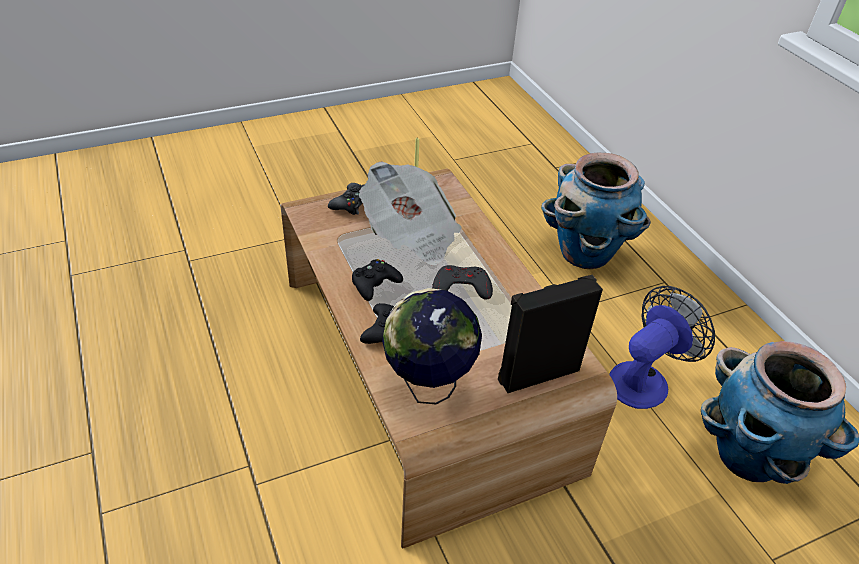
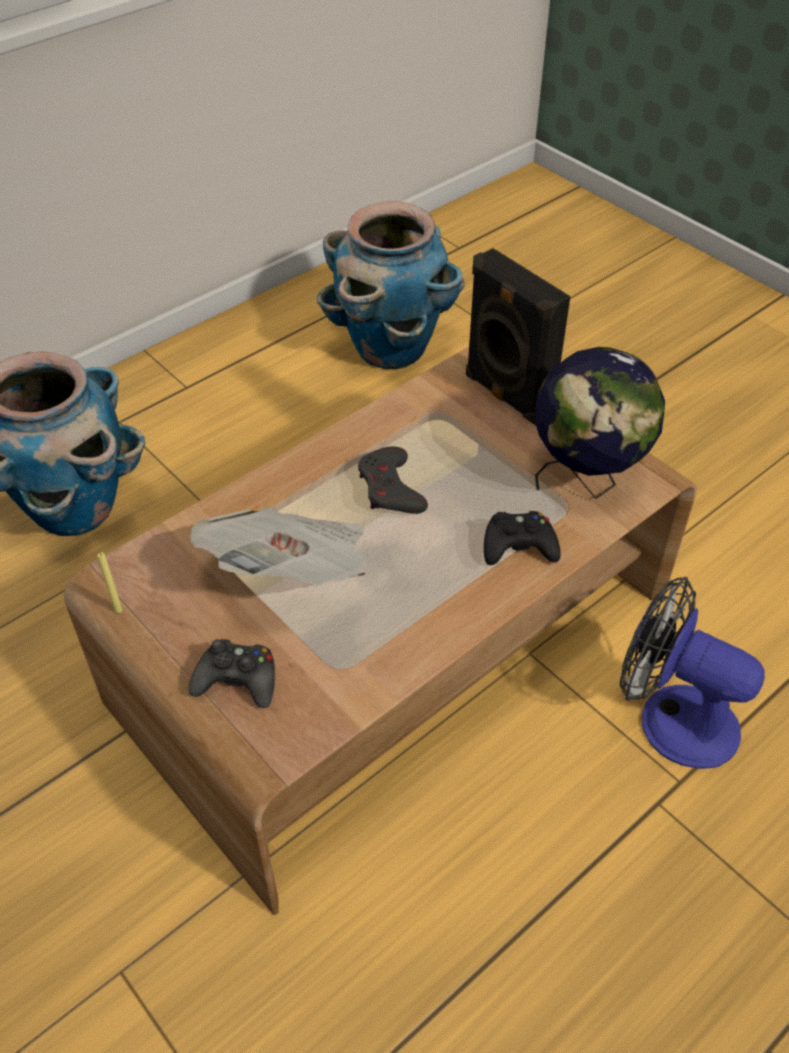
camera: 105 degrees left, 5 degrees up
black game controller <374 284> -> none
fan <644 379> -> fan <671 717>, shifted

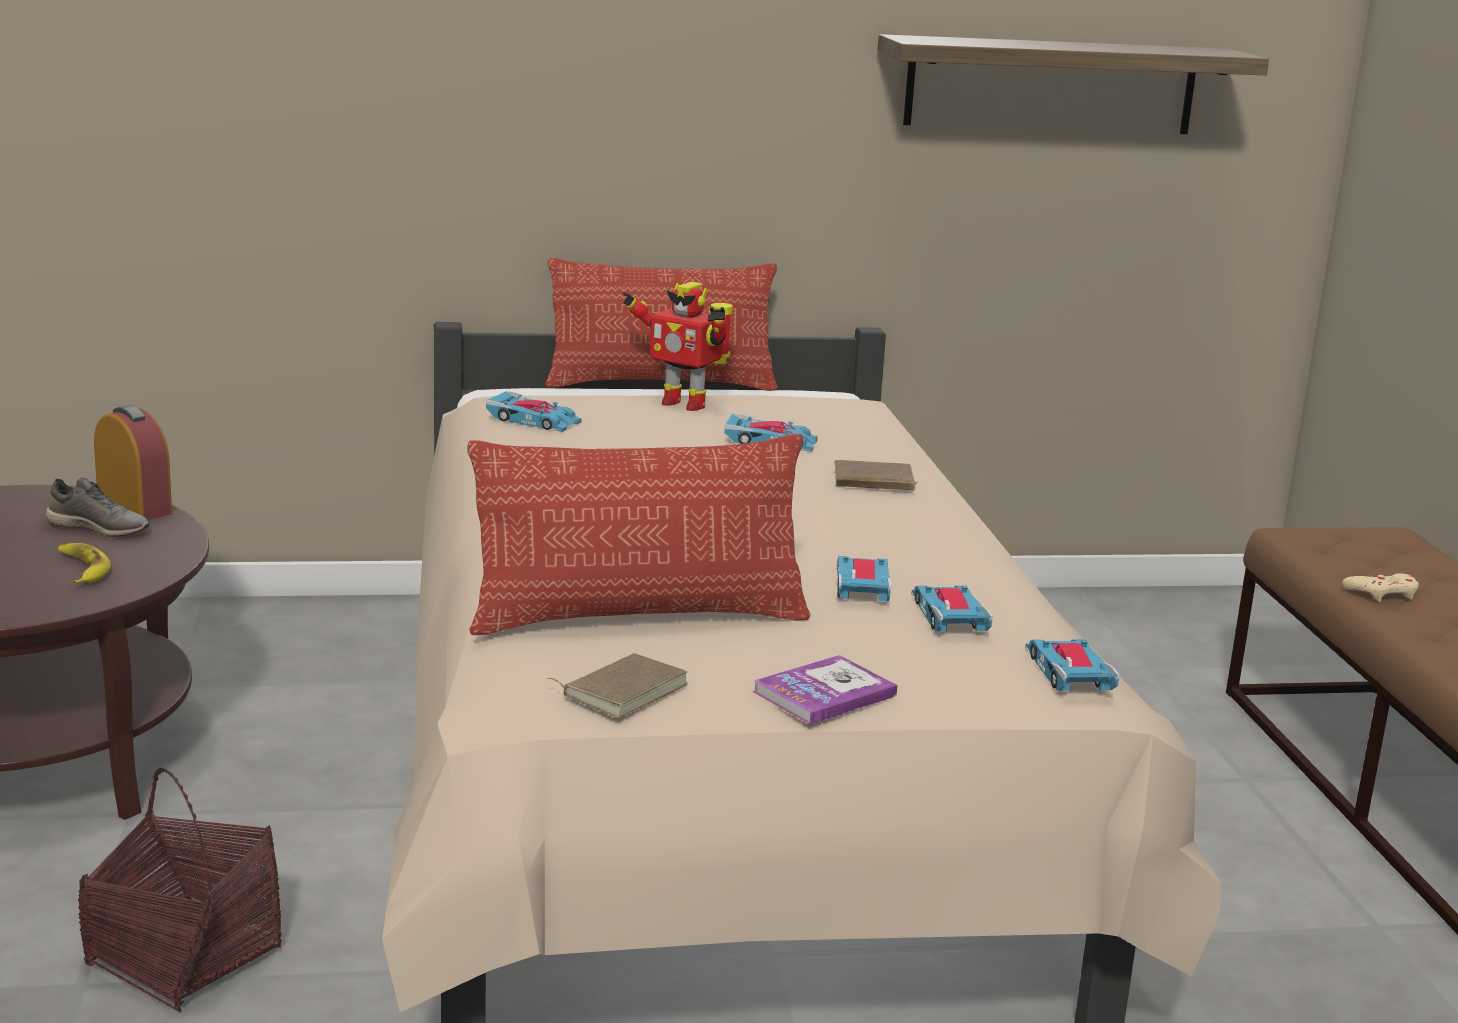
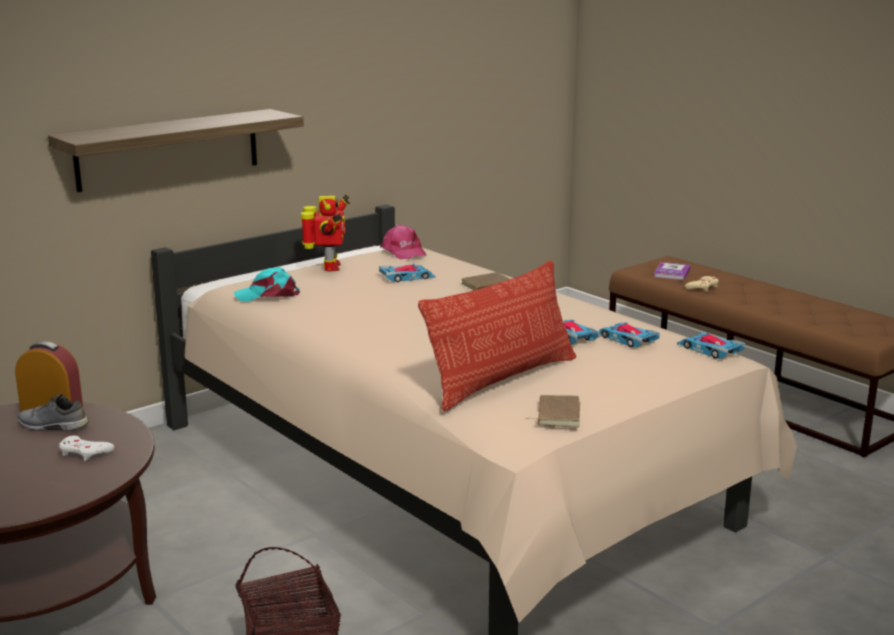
camera: 30 degrees left, 0 degrees up
pillow <660 384> -> none
none -> pink cap <403 252>
book <824 693> -> book <672 272>, shifted
shelf <1051 85> -> shelf <168 149>, shifted
banana <82 569> -> white game controller <84 452>
toy car <534 420> -> turquoise cap <268 295>
grey shoe <100 528> -> grey shoe <52 426>, 150 degrees counterclockwise
toy robot <683 403> -> toy robot <329 267>, 90 degrees counterclockwise

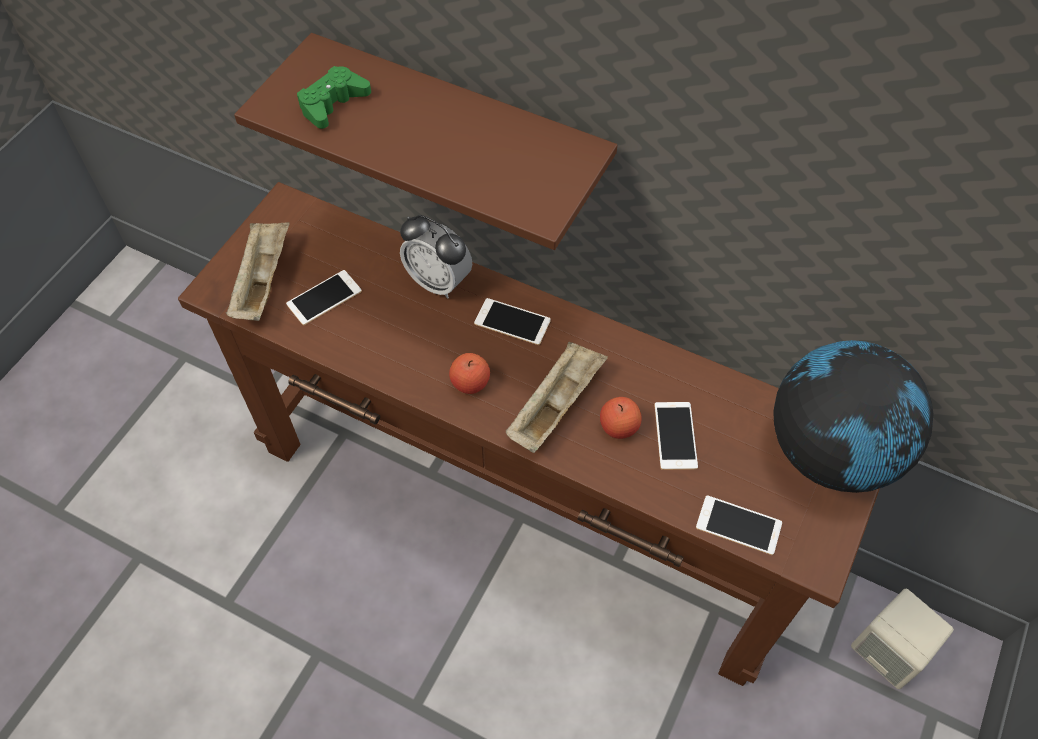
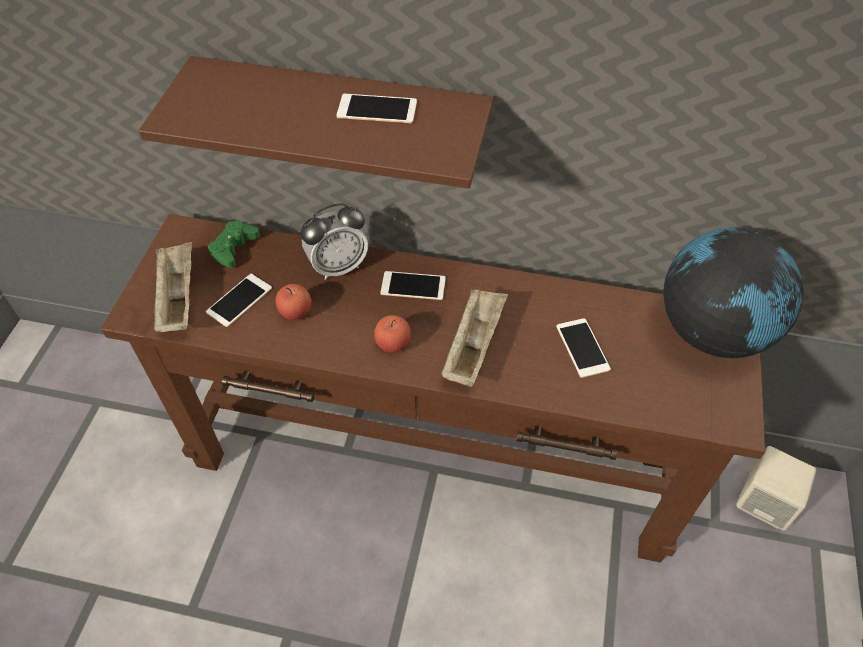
camera: 15 degrees left, 5 degrees down
green game controller <333 104> -> green game controller <233 248>, shifted
apple <619 426> -> apple <295 311>, shifted
phone <738 525> -> phone <377 109>, shifted
alarm clock <438 281> -> alarm clock <338 266>, 45 degrees counterclockwise

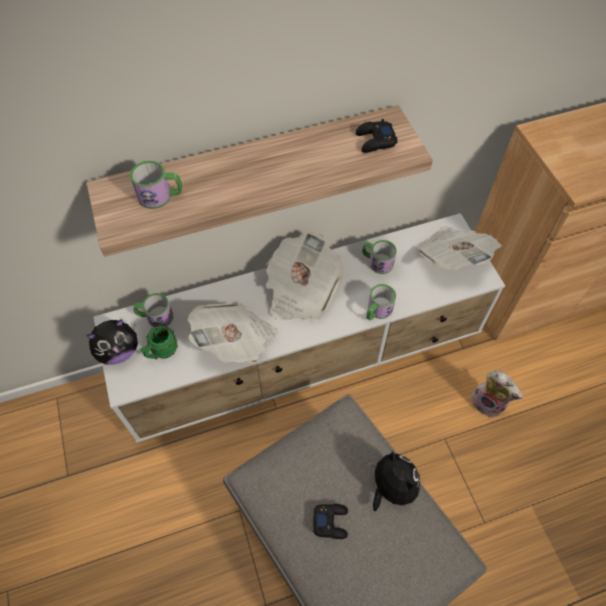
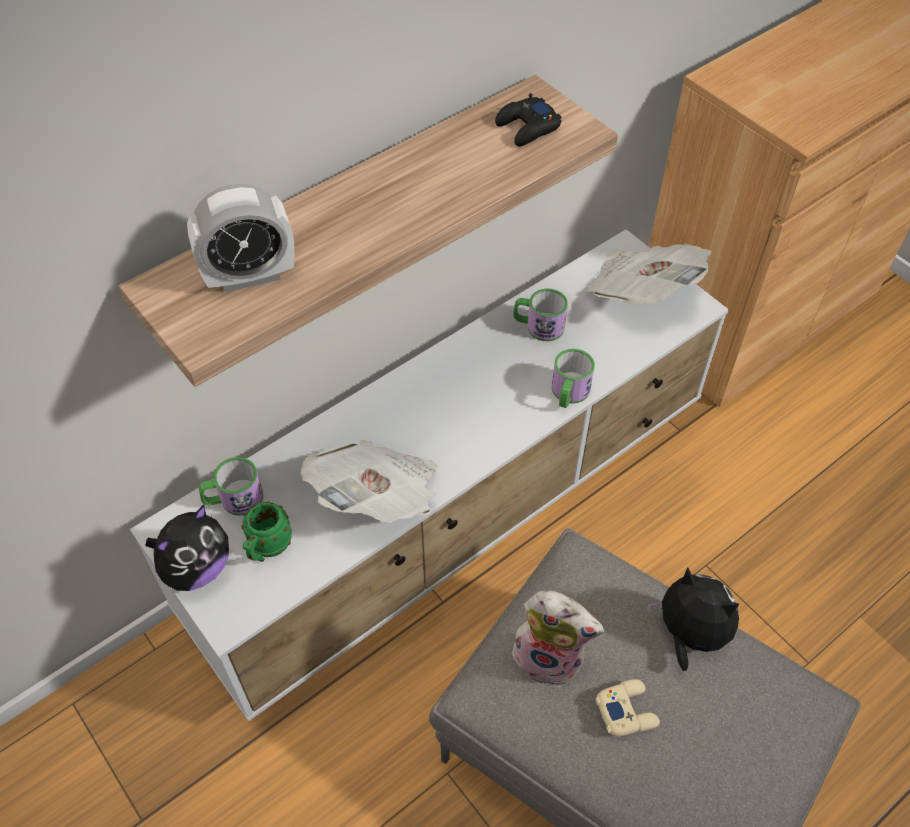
camera: 20 degrees left, 5 degrees down
newspaper <300 291> -> none
plush toy <489 403> -> plush toy <550 657>, shifted
mug <161 196> -> alarm clock <250 276>
black game controller <331 522> -> beige game controller <627 710>

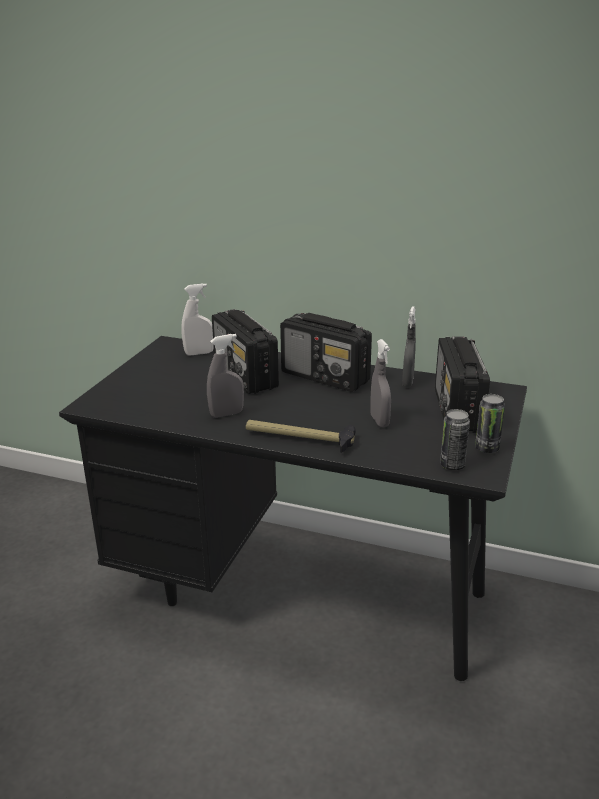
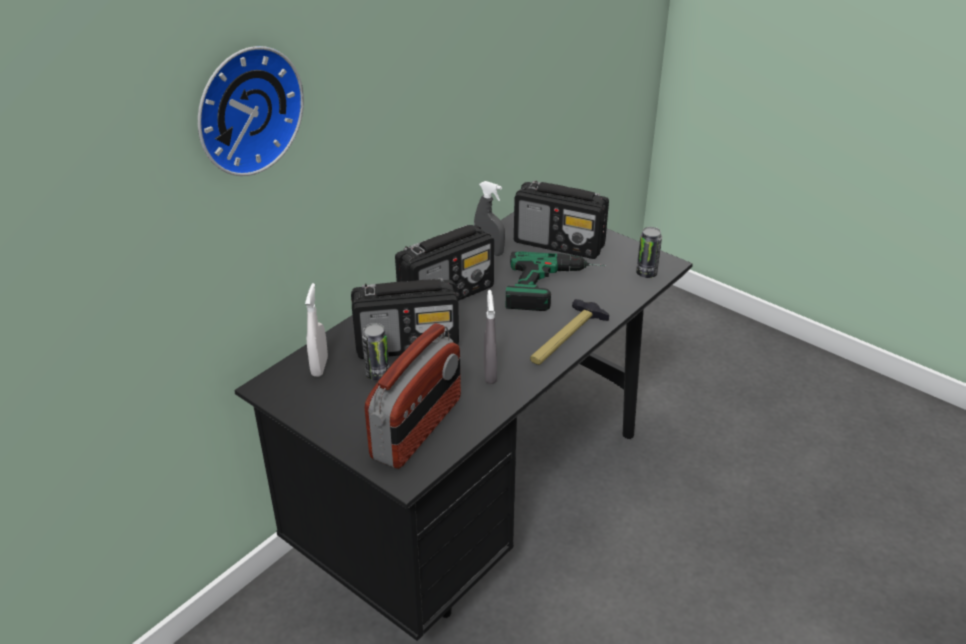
camera: 70 degrees left, 10 degrees up
none -> wall clock <245 109>
none -> radio <417 428>
can <487 448> -> can <377 374>, shifted
grey spray bottle <379 421> -> power drill <555 287>

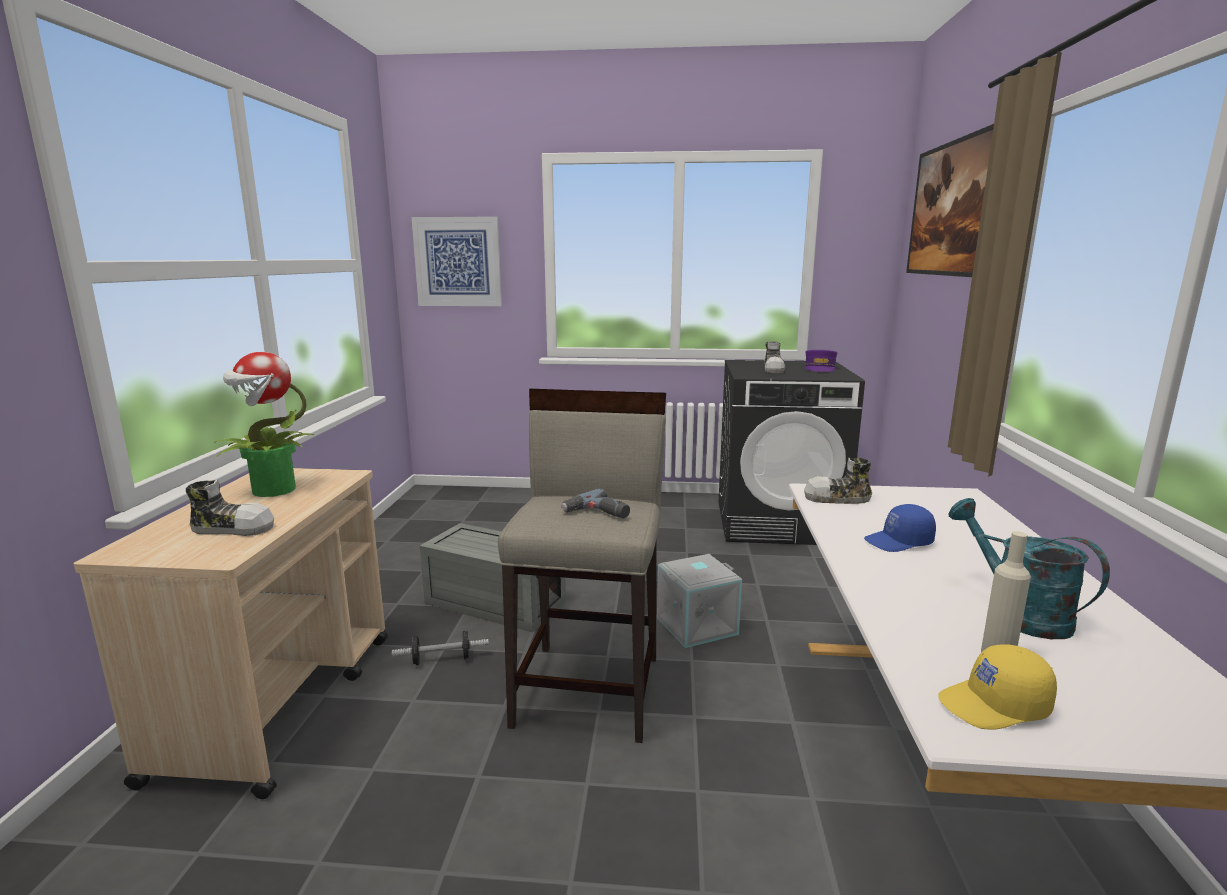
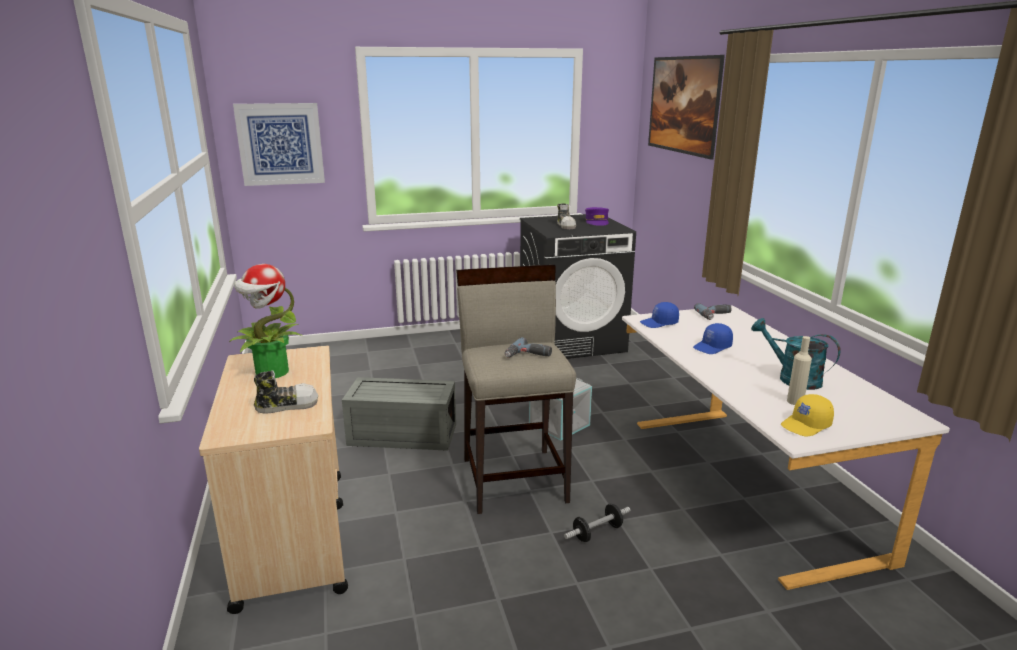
camera: 20 degrees left, 5 degrees up
none -> power drill <715 315>
dumbbell <442 659> -> dumbbell <597 532>, shifted
shoe <837 498> -> blue cap <659 323>

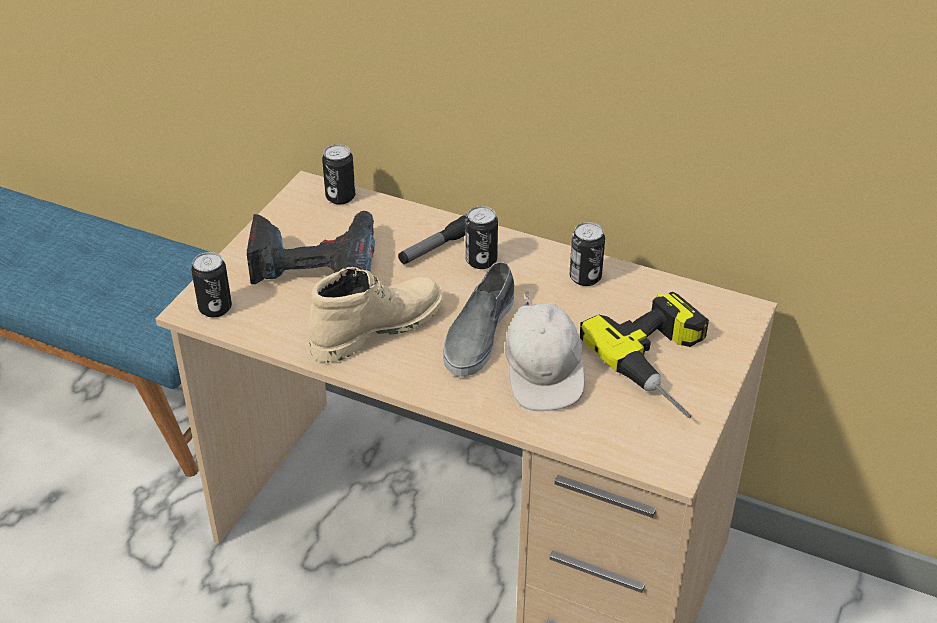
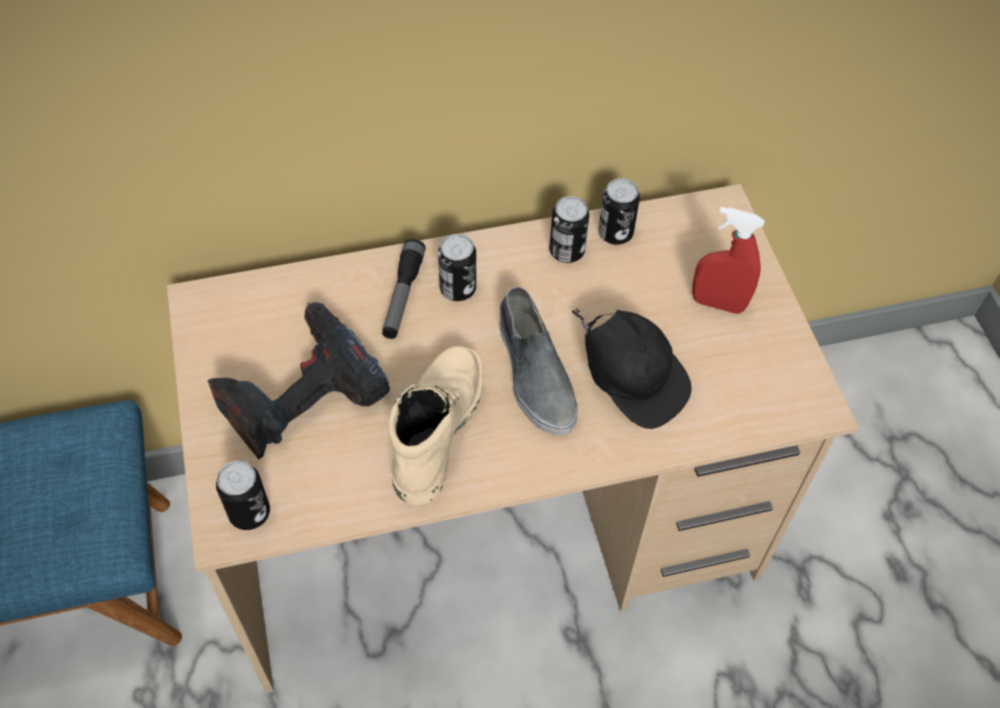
camera: 40 degrees left, 15 degrees up
can <340 197> -> can <615 233>, shifted
power drill <667 364> -> red spray bottle <718 303>
white cap <543 374> -> black cap <631 381>

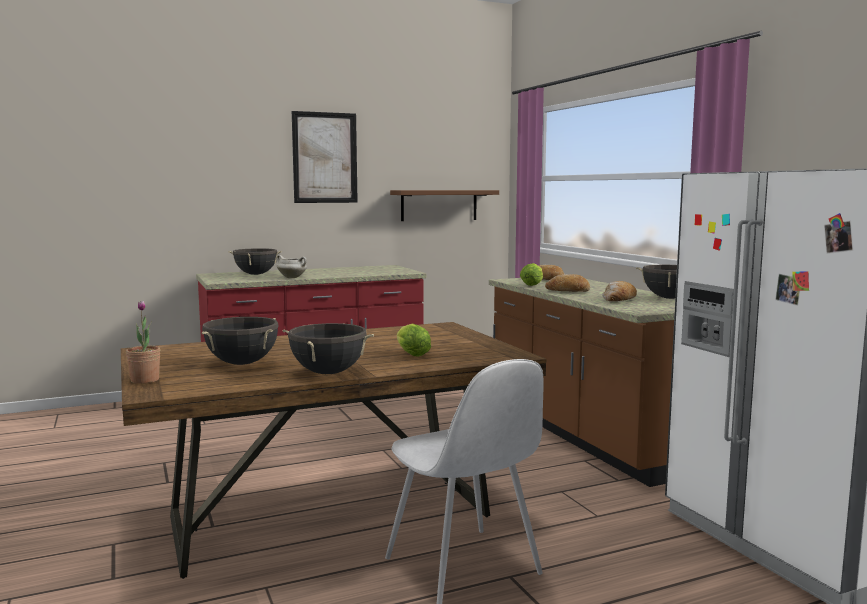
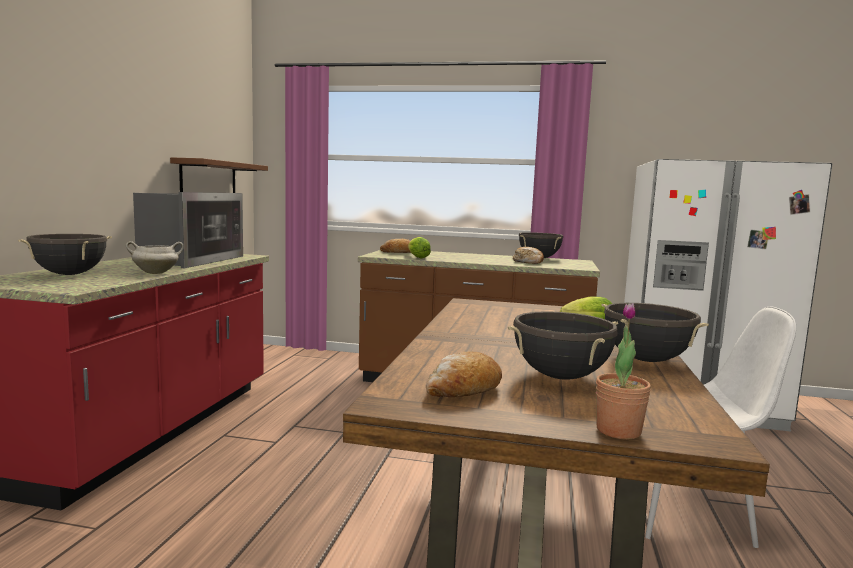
camera: 55 degrees left, 0 degrees up
picture <325 158> -> none
none -> microwave <190 260>
bread <568 291> -> bread <463 390>, shifted

